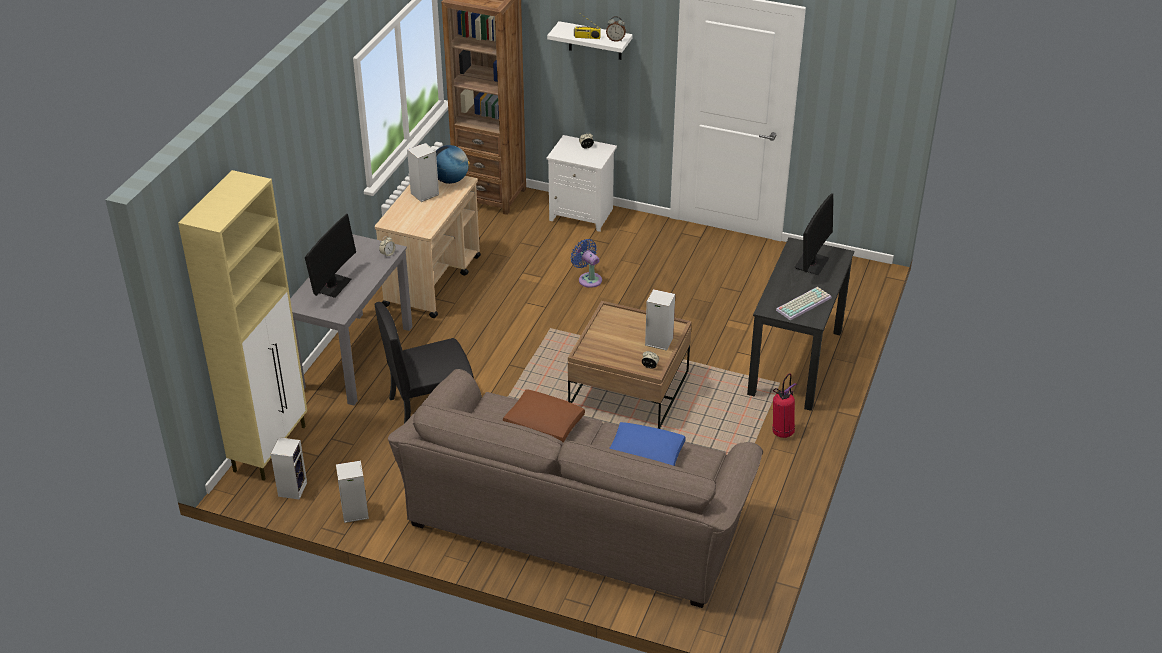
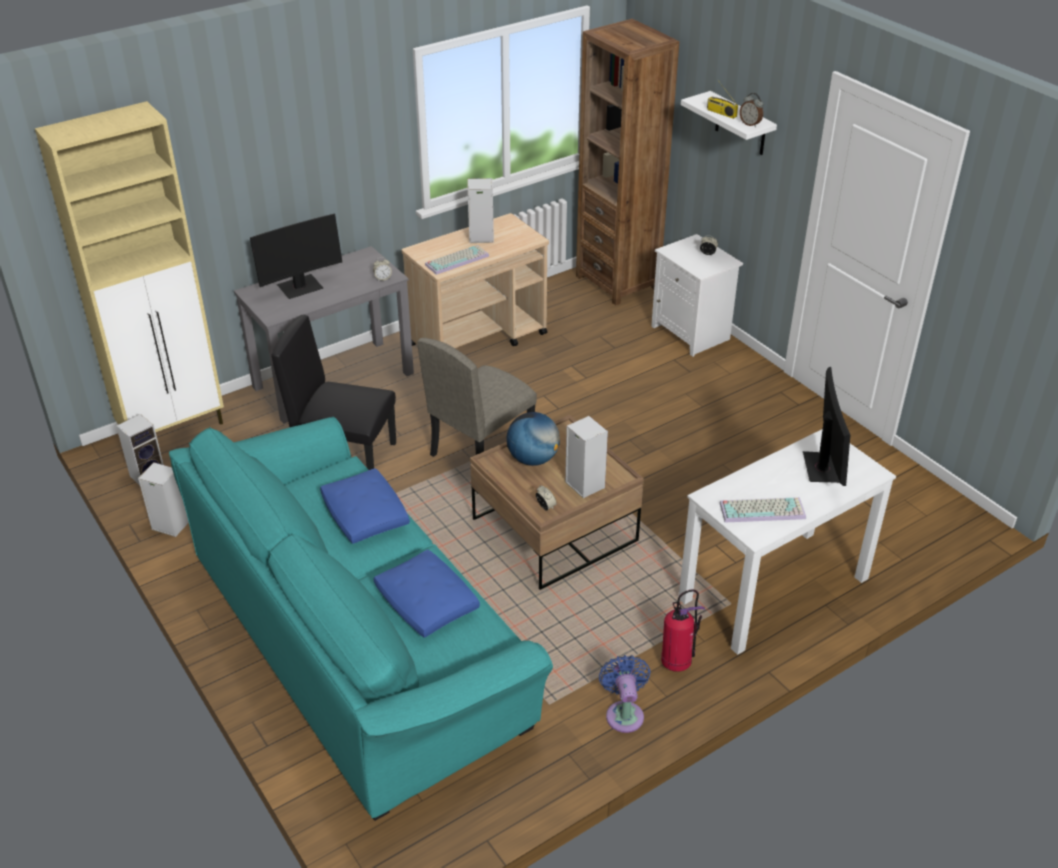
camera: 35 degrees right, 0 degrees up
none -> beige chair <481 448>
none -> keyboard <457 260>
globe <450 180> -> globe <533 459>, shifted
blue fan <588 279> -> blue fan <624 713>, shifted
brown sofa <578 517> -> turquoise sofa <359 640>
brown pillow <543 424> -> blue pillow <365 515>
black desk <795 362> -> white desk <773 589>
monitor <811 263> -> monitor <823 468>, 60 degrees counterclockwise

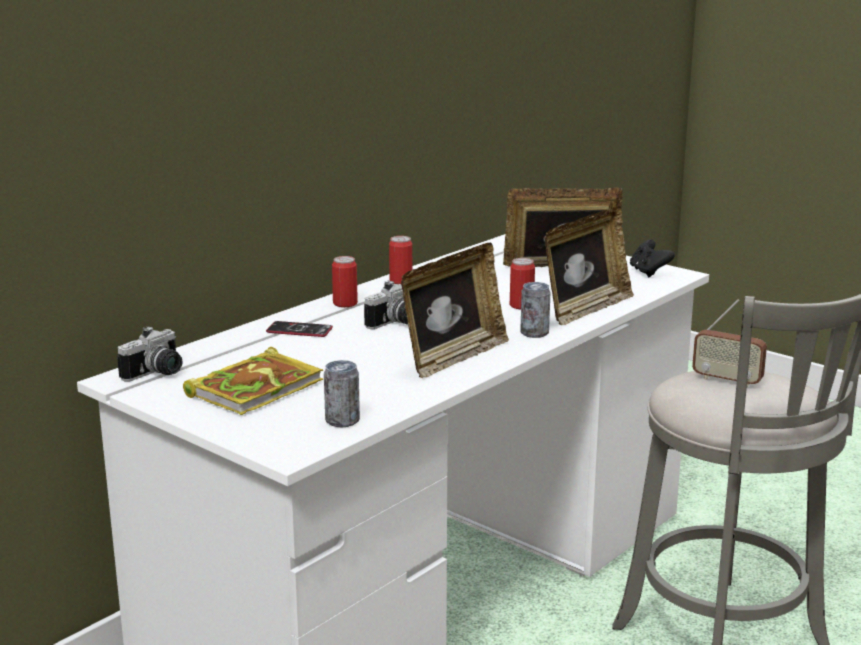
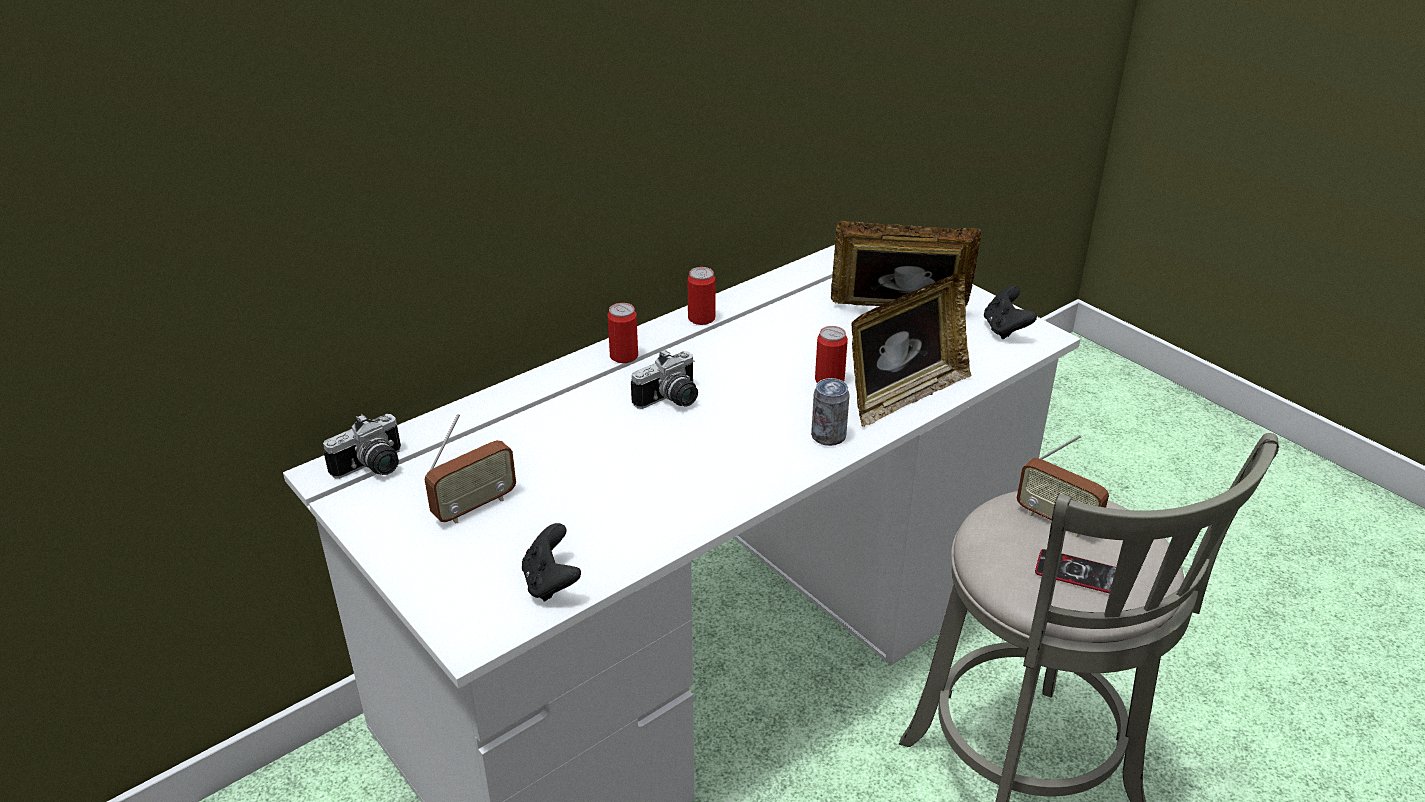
camera: 10 degrees right, 15 degrees up
picture frame <453 358> -> none
phone <299 330> -> phone <1078 573>, shifted
book <257 387> -> radio <474 506>
can <342 421> -> black game controller <551 583>

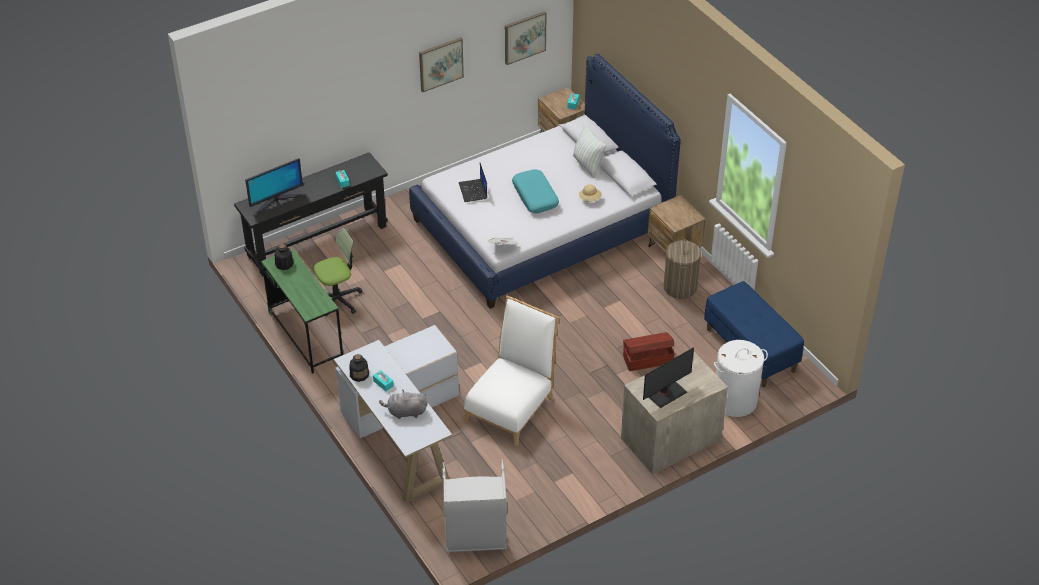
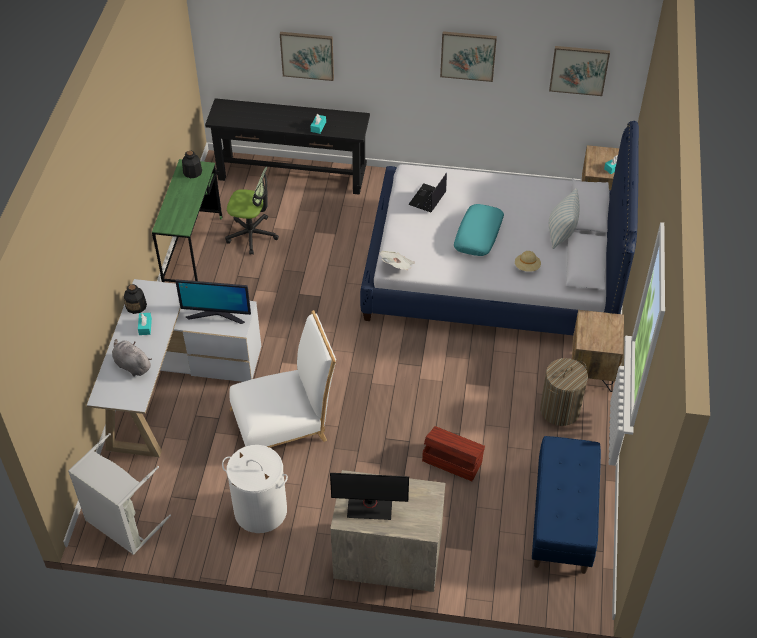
camera: 40 degrees right, 5 degrees up
none -> picture <307 55>
monitor <275 200> -> monitor <217 315>, shifted
white laundry basket <734 401> -> white laundry basket <260 511>, shifted

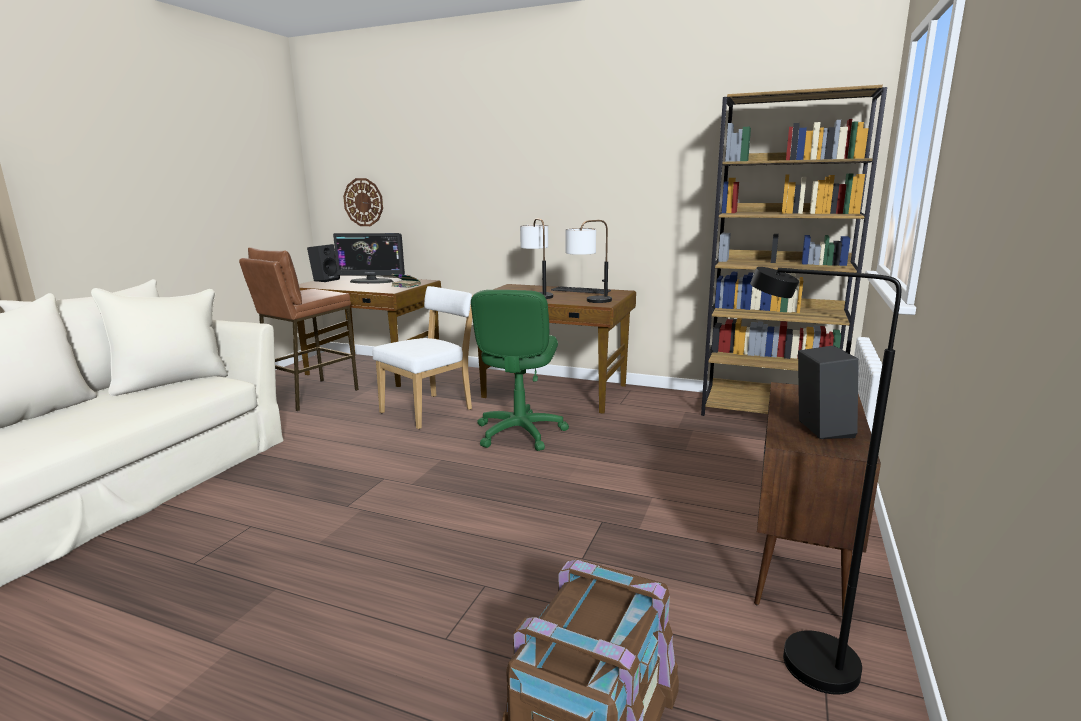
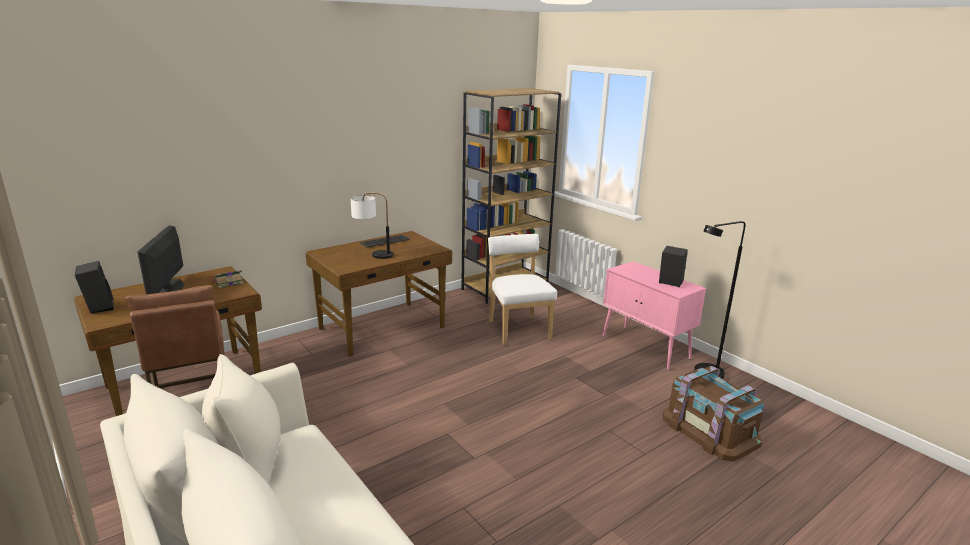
camera: 60 degrees left, 5 degrees up
wall clock <363 202> -> none
green office chair <519 433> -> none
table lamp <588 302> -> none
white chair <430 410> -> white chair <518 329>, shifted
brown cabinet <798 561> -> pink cabinet <646 347>
monitor <372 281> -> monitor <167 290>, 135 degrees clockwise

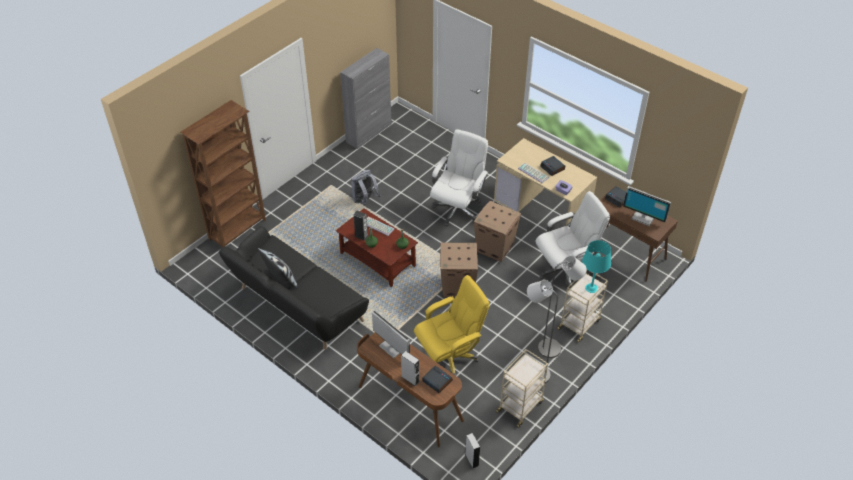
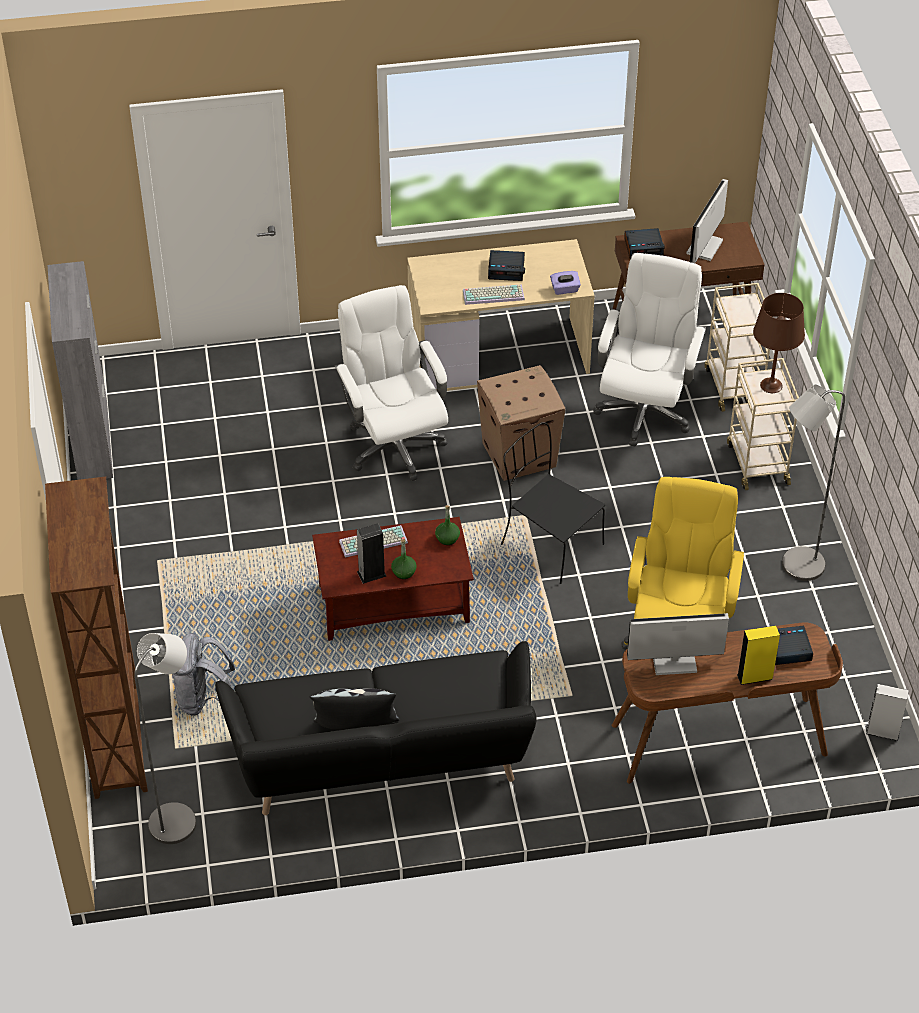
camera: 50 degrees left, 0 degrees up
grey backpack <364 200> -> grey backpack <203 699>, shifted
beige cart <520 406> -> beige cart <733 386>, shifted
grey floor lamp <554 348> -> grey floor lamp <178 817>, shifted
cardboard box <458 285> -> black chair <550 543>
grey speaker <410 379> -> yellow speaker <755 677>
turquoise table lamp <591 288> -> brown table lamp <771 386>
monitor <643 217> -> monitor <706 248>, 135 degrees clockwise

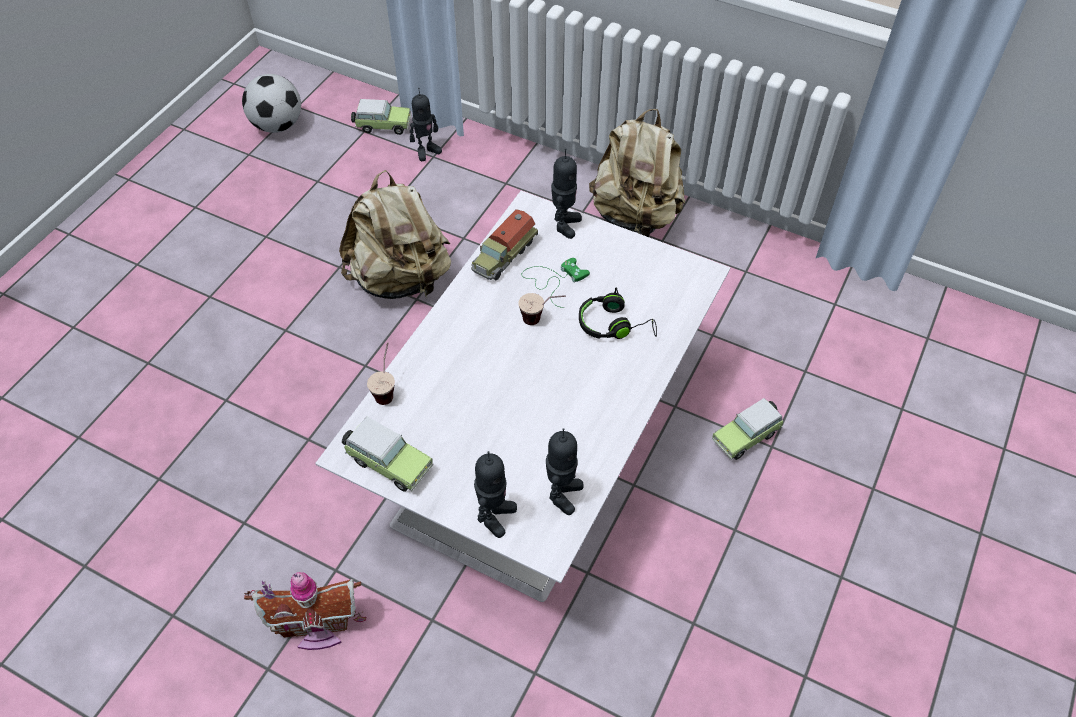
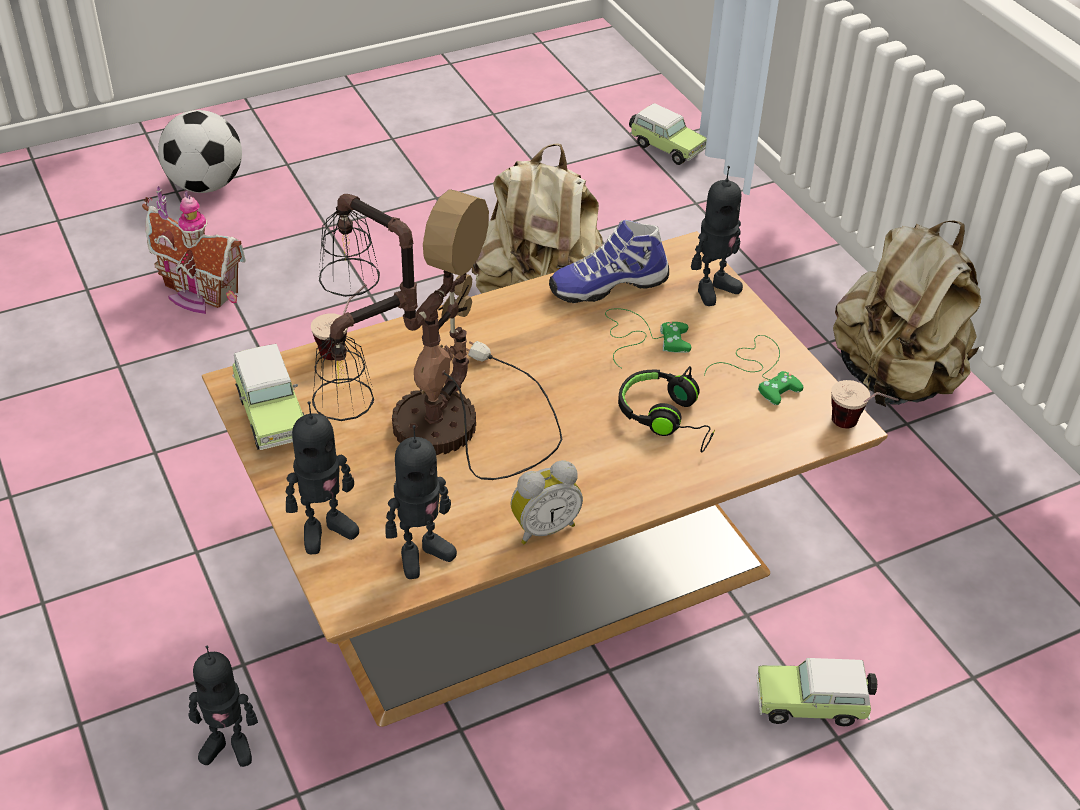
camera: 35 degrees right, 10 degrees down
none -> table lamp <428 427>
none -> alarm clock <543 527>
none -> green game controller <760 370>
football <277 125> -> football <205 185>, shifted
toy house <317 627> -> toy house <198 294>, shifted
toy robot <426 151> -> toy robot <228 746>, shifted
cup <541 320> -> cup <857 428>, shifted
toy truck <504 255> -> shoe <607 285>
white coffee table <537 441> -> brown coffee table <537 554>

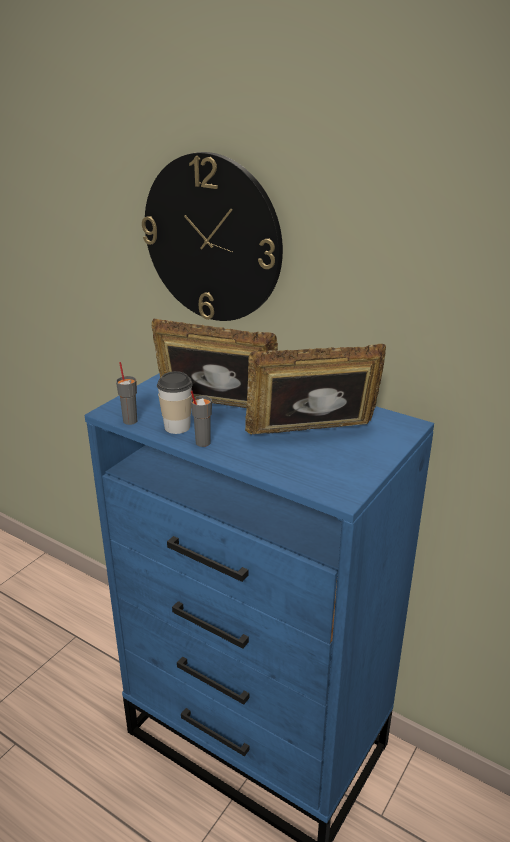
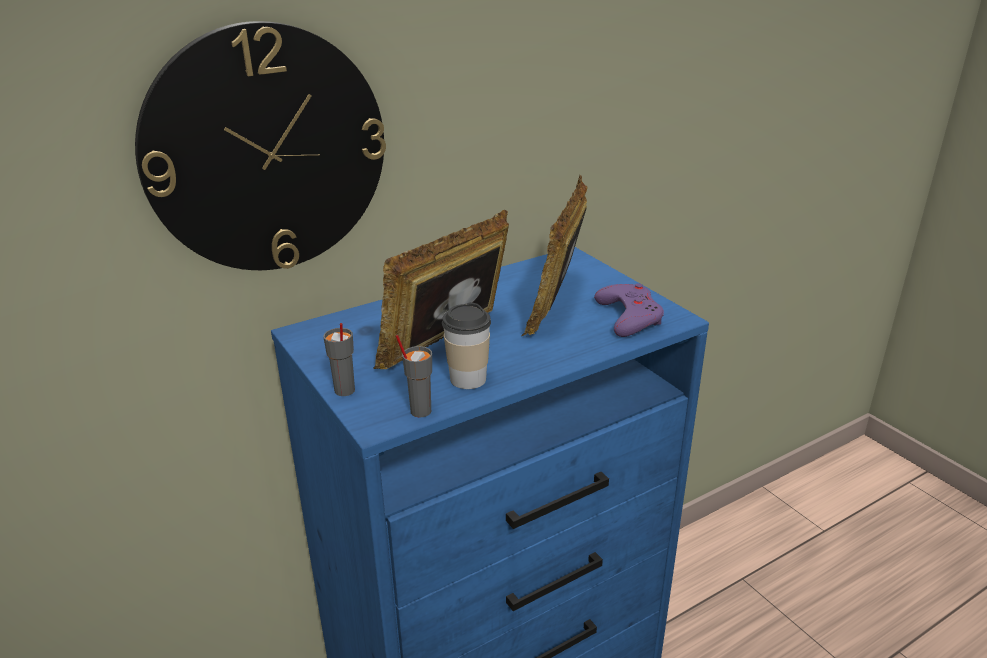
camera: 65 degrees left, 0 degrees up
none -> purple game controller <629 316>
grey cup <202 443> -> grey cup <344 391>, shifted

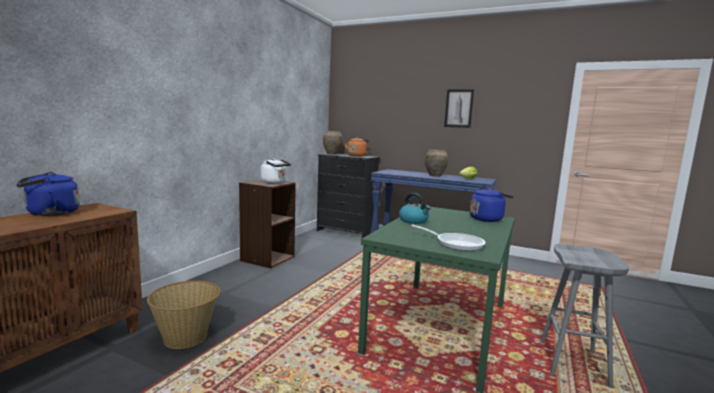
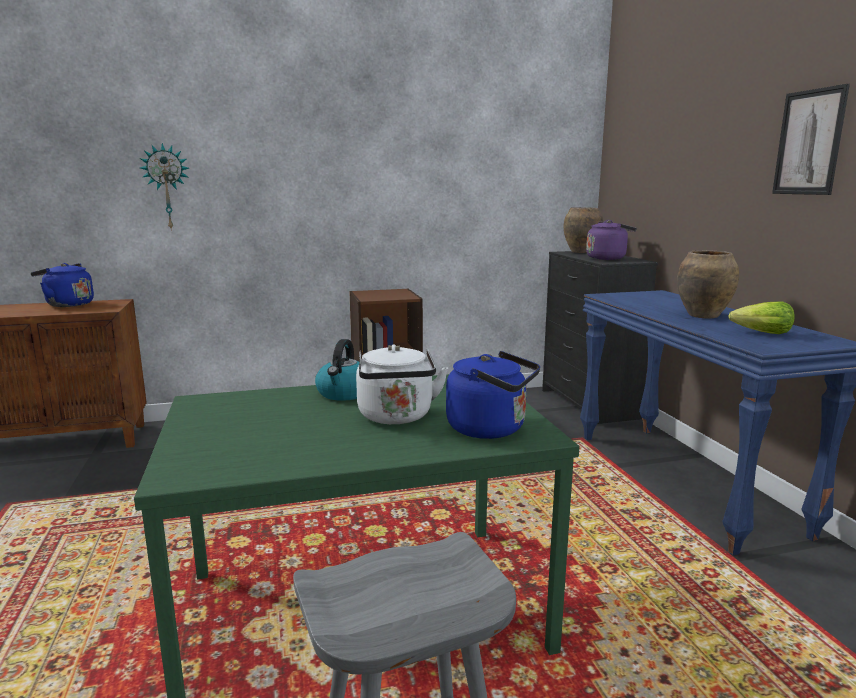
camera: 50 degrees right, 5 degrees up
basket <186 337> -> none
frying pan <455 243> -> none
none -> wall clock <167 187>
white kettle <275 182> -> white kettle <396 417>, shifted
orange kettle <356 156> -> purple kettle <607 258>

